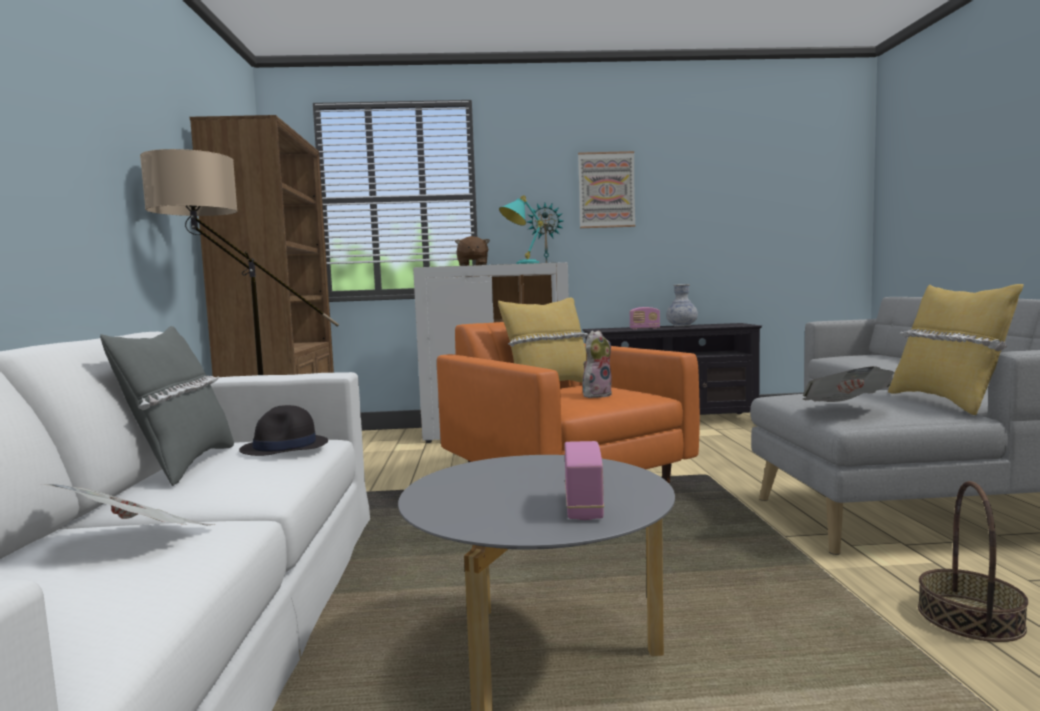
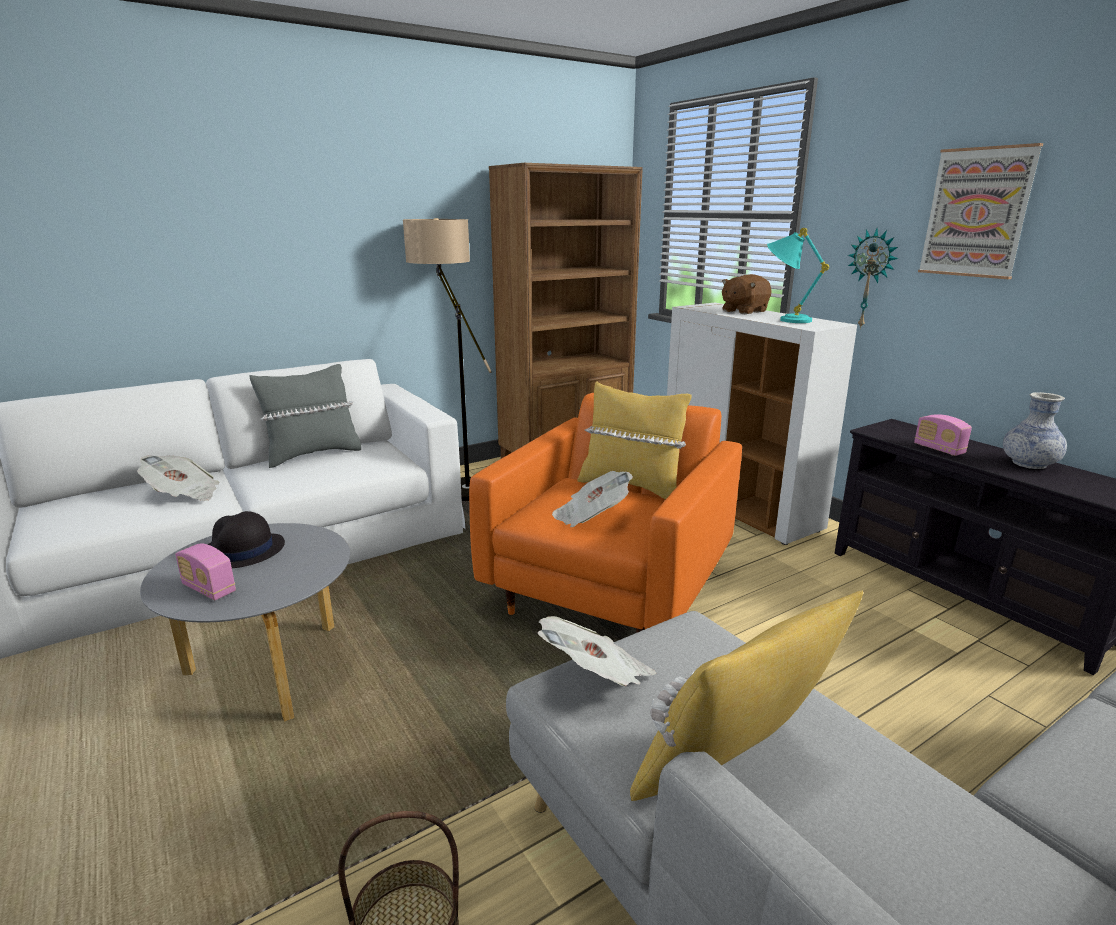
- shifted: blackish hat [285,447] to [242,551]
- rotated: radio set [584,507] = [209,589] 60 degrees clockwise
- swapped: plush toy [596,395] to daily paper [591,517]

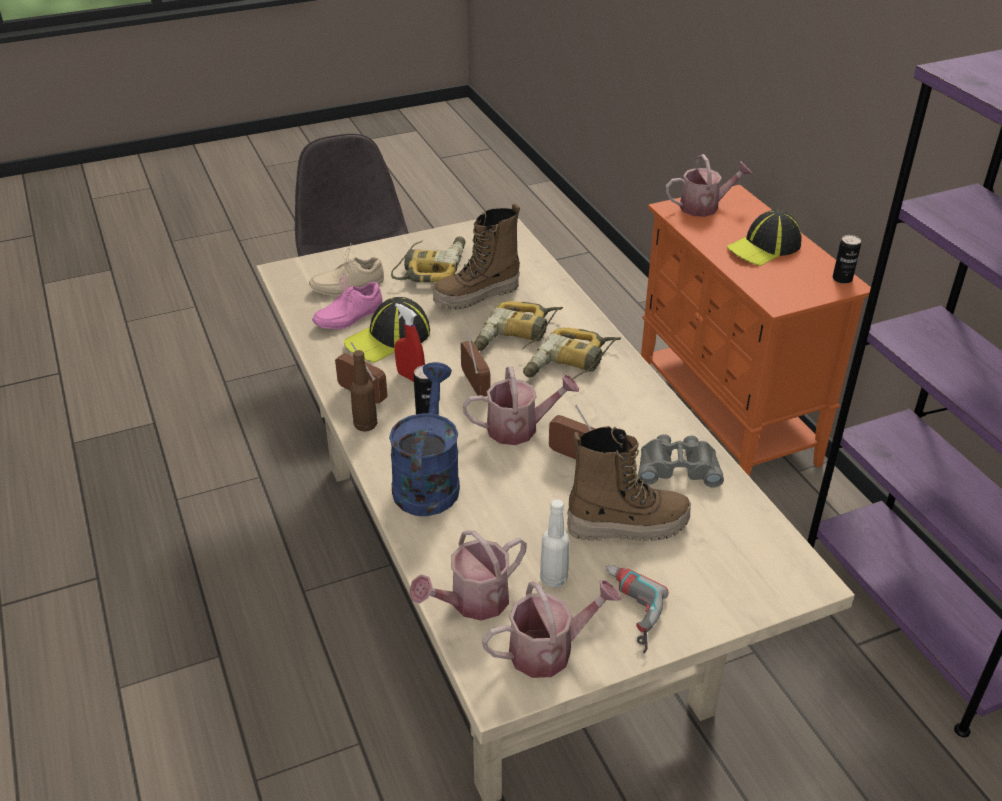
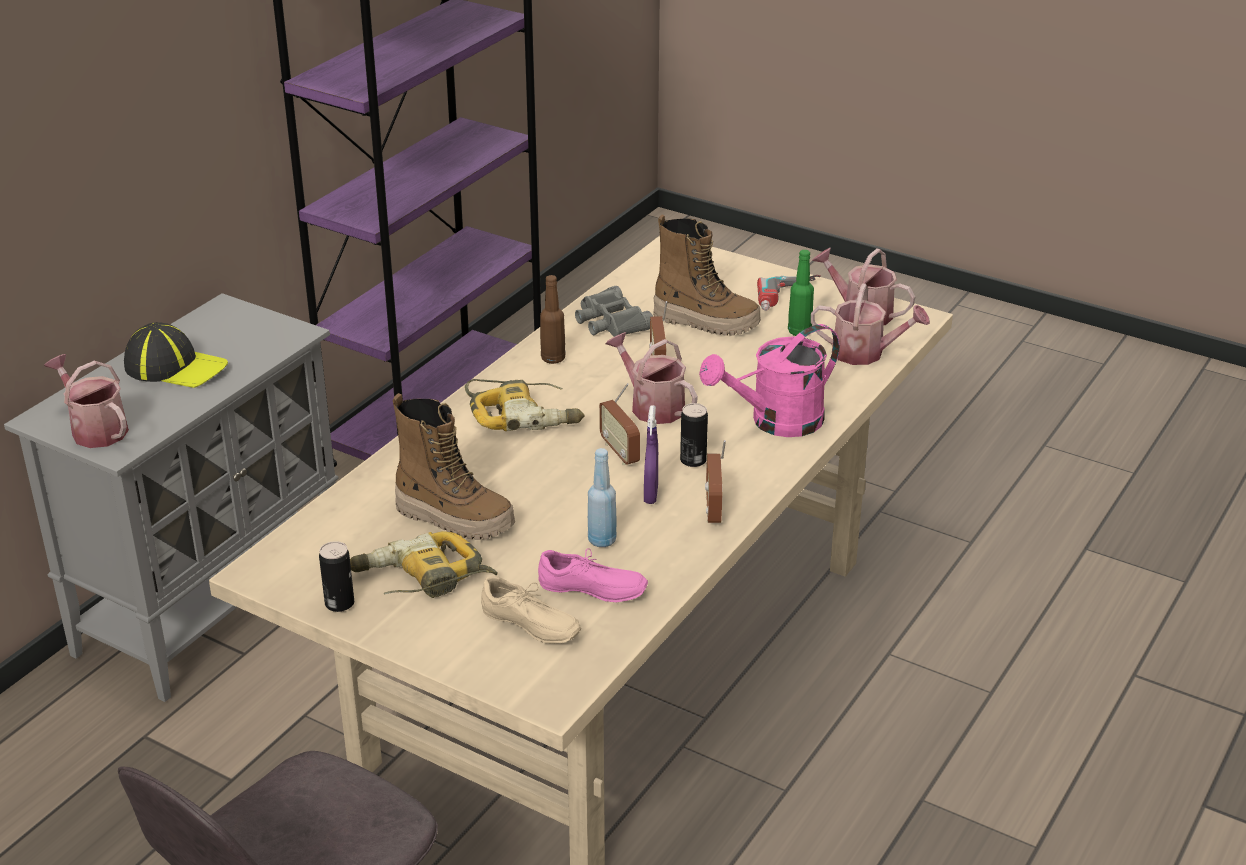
- swapped: baseball cap [388,338] to bluish beverage bottle [602,540]
- shifted: brown-coloured beverage bottle [365,425] to [553,358]
- repainted: bluish sprinkling can [427,480] to pink sprinkling can [775,422]
- repainted: reddish spray bottle [410,377] to purplish spray bottle [650,495]
- rotated: radio set [474,386] = [620,452] 60 degrees counterclockwise
- gone: drill [517,336]
- repainted: whitish beverage bottle [553,578] to greenish beverage bottle [799,332]
- rotated: boot [627,525] = [706,322] 150 degrees clockwise
- repainted: orange storage cabinet [727,419] to gray storage cabinet [213,602]
- shifted: sealed can [842,279] to [339,603]

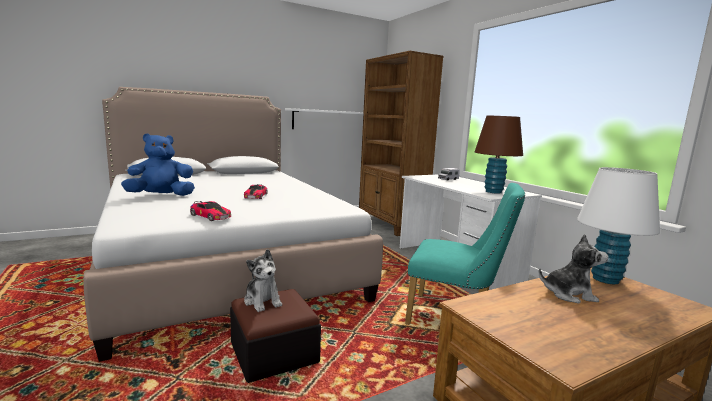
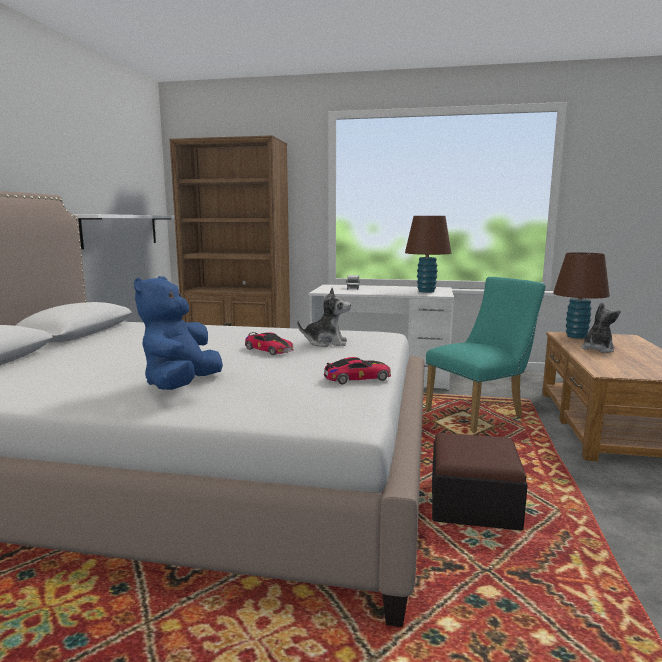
- shifted: plush toy [263,301] to [326,343]
- repainted: whitish lamp for a table [605,279] to brown-coloured lamp for a table [576,336]

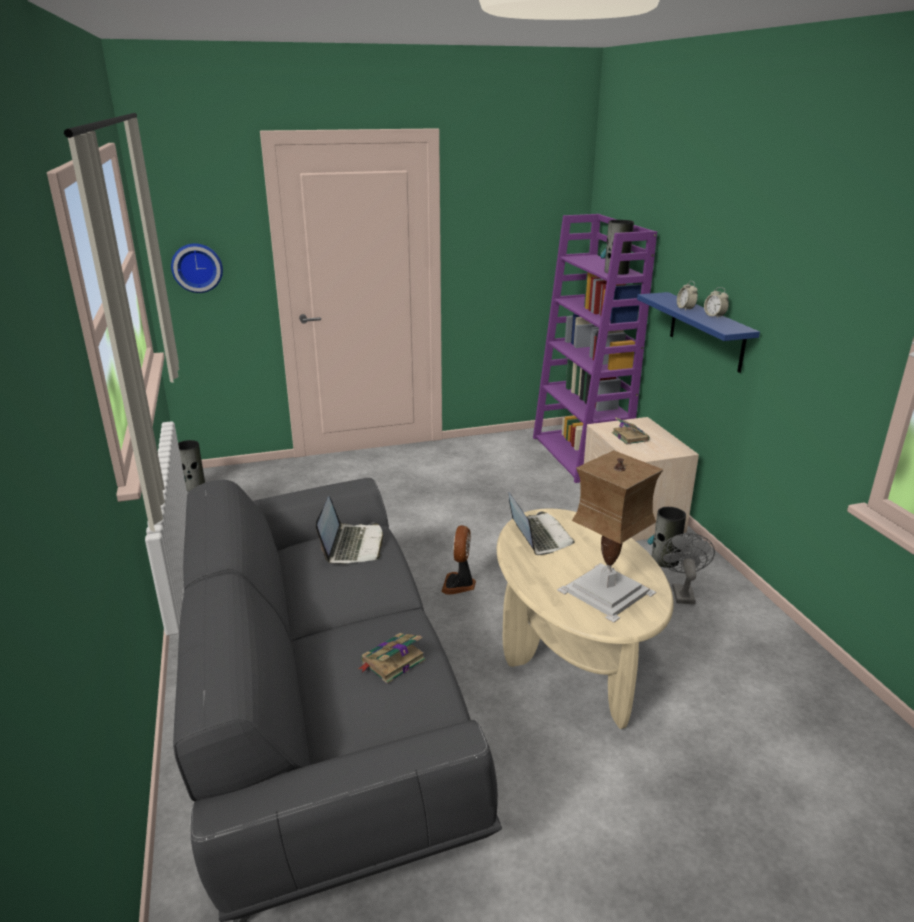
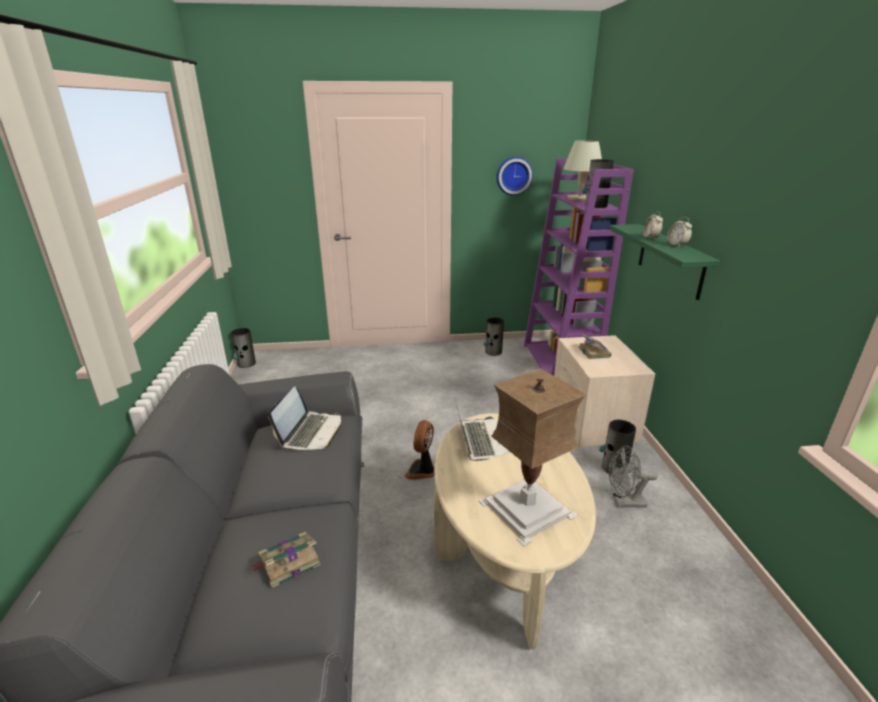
- shifted: hanging clock [197,267] to [513,175]
- repainted: bluish bracket shelf [706,331] to greenish bracket shelf [670,260]
- rotated: gray fan [681,592] = [624,502] 105 degrees counterclockwise
- new: vase [493,352]
- new: sand-coloured lamp for a table [580,198]

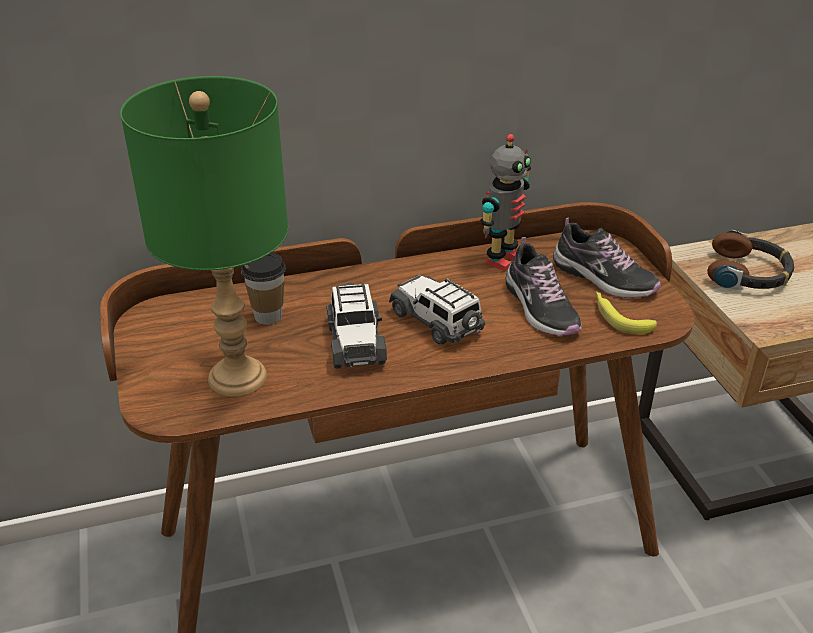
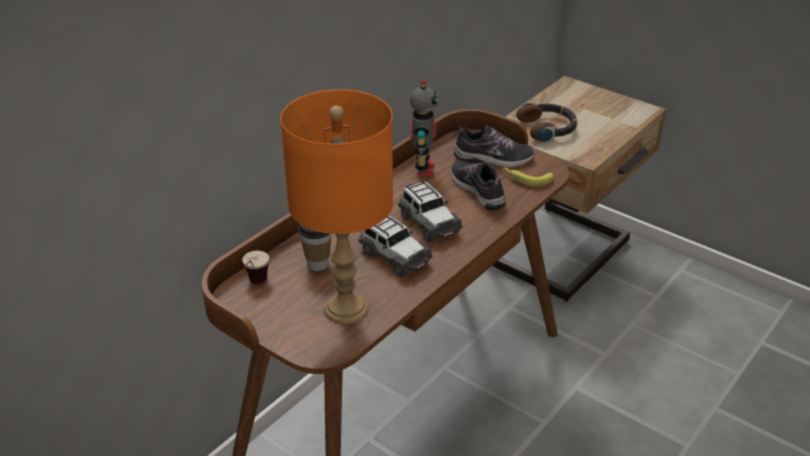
- repainted: greenish lamp for a table [238,376] to orange lamp for a table [345,308]
- rotated: model car [437,322] = [428,223] 135 degrees counterclockwise
- rotated: item of footwear [540,308] = [478,191] 150 degrees counterclockwise
- new: drinking cup [255,285]

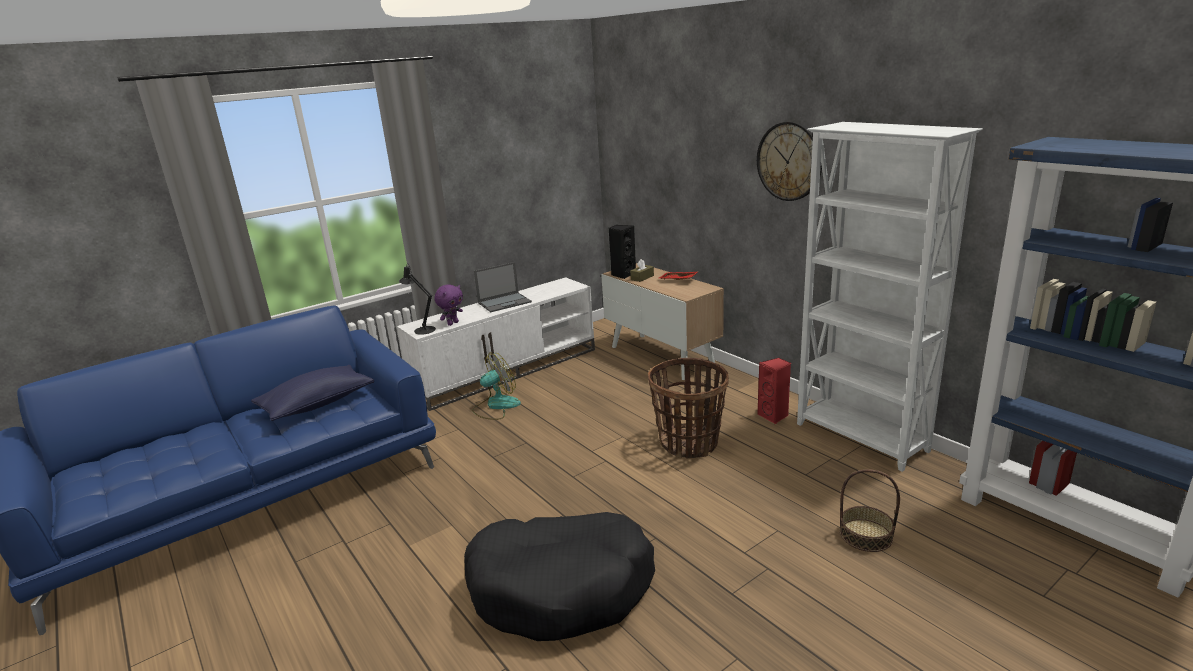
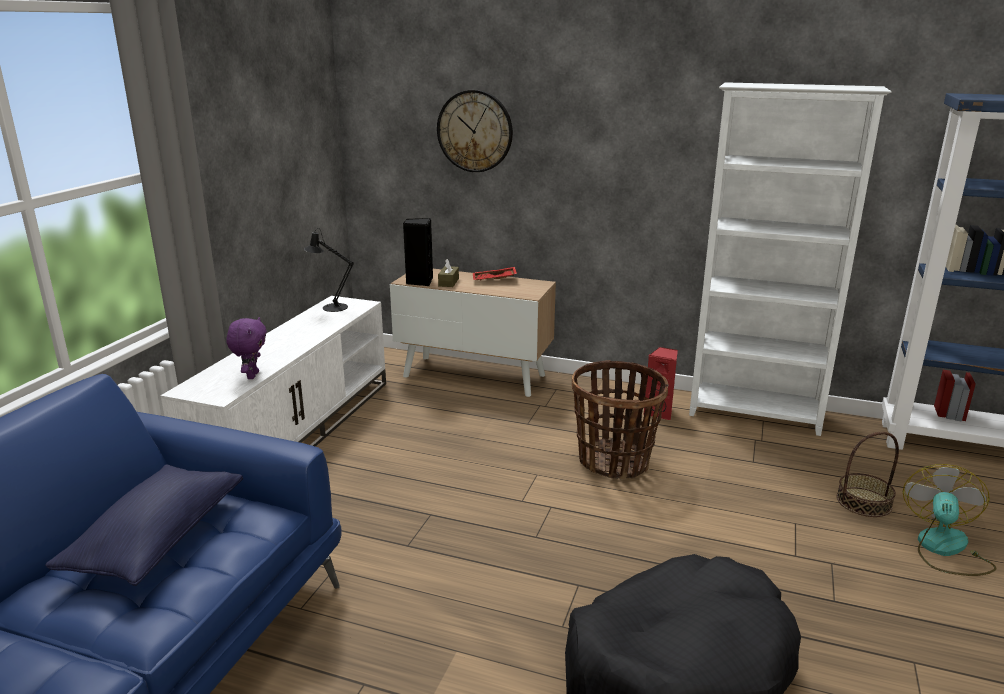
- shifted: blackish lamp for a table [422,329] to [331,307]
- shifted: fan [496,406] to [944,549]
- gone: notebook computer [505,302]
- shifted: hanging clock [789,161] to [475,131]

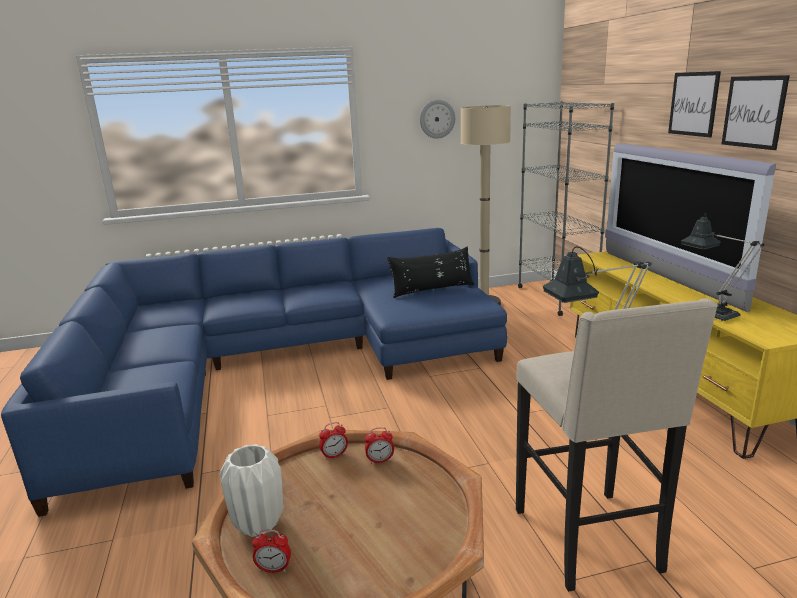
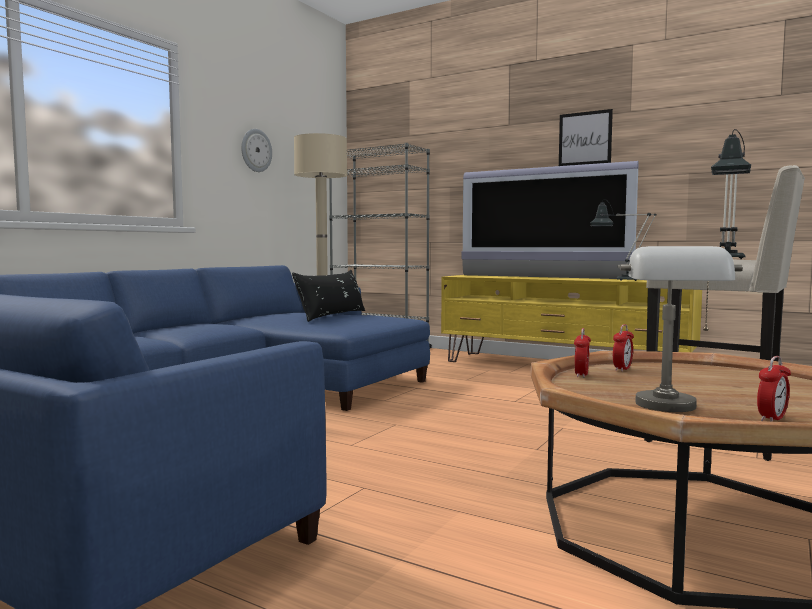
- swapped: whitish vase [259,524] to gray lamp for a table [672,410]
- gone: wall art [693,104]

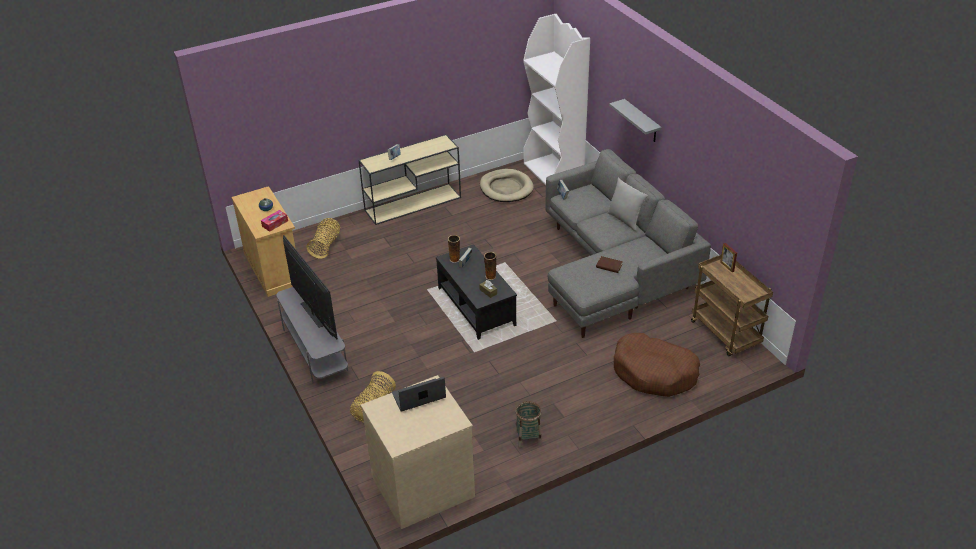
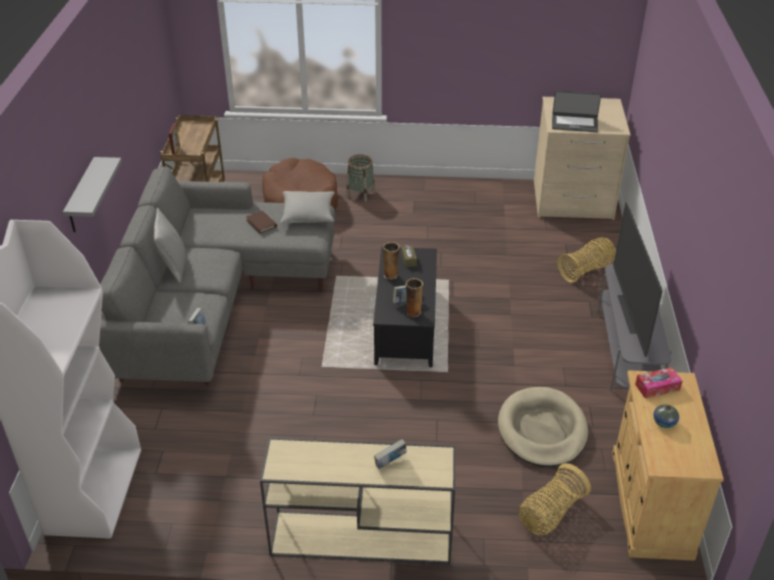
- shifted: sand-coloured pet bed [506,188] to [542,430]
- shifted: storage basket [528,438] to [360,194]
- new: gray throw pillow [308,214]

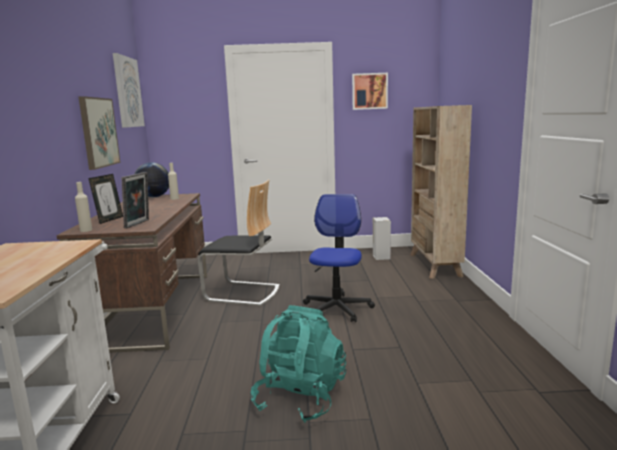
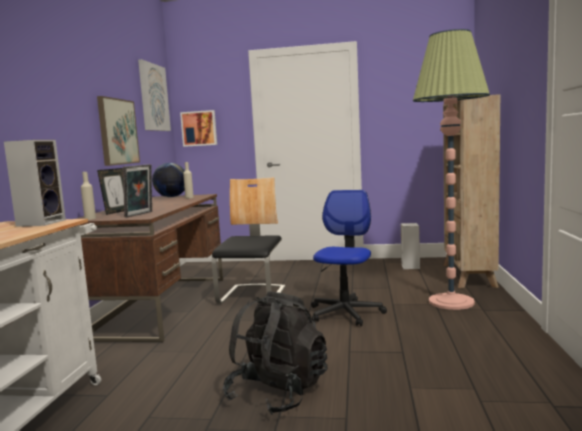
- rotated: upright chair [242,293] = [253,295] 105 degrees counterclockwise
- repainted: turquoise-coloured backpack [300,397] to blackish backpack [278,393]
- shifted: wall art [369,91] to [199,128]
- new: loudspeaker [41,222]
- new: floor lamp [451,302]

